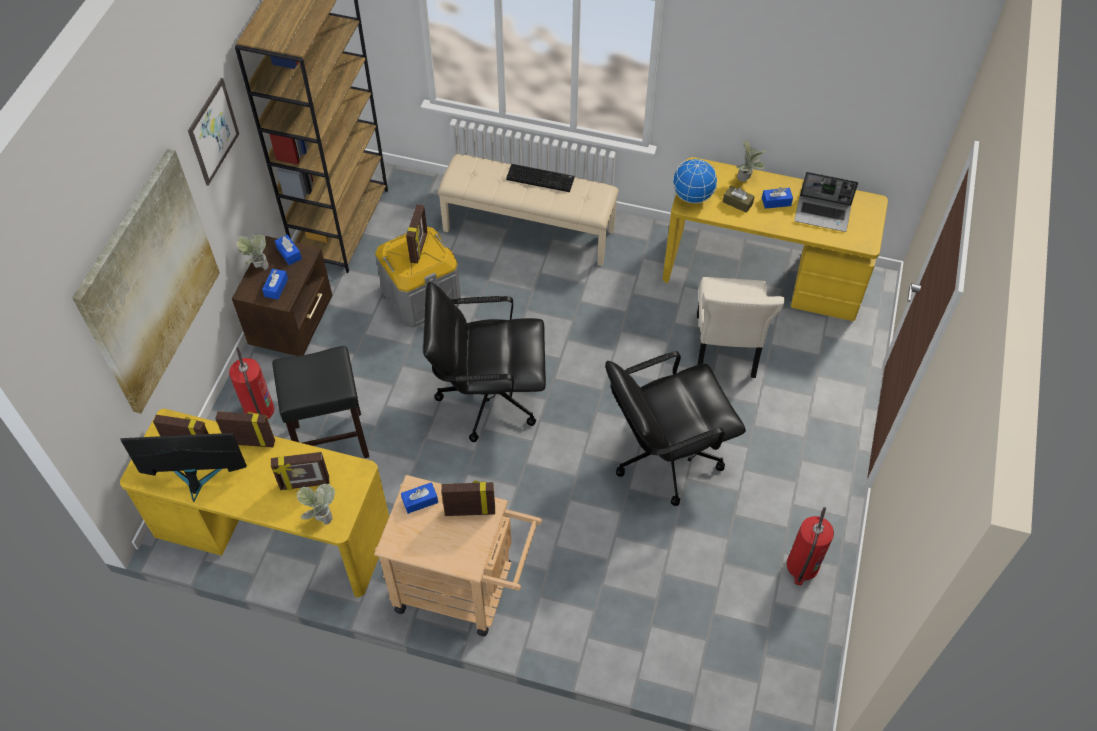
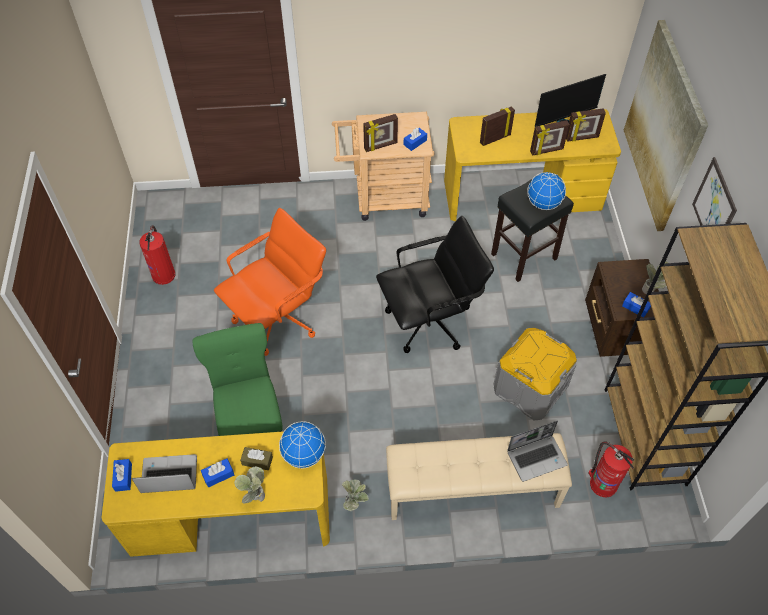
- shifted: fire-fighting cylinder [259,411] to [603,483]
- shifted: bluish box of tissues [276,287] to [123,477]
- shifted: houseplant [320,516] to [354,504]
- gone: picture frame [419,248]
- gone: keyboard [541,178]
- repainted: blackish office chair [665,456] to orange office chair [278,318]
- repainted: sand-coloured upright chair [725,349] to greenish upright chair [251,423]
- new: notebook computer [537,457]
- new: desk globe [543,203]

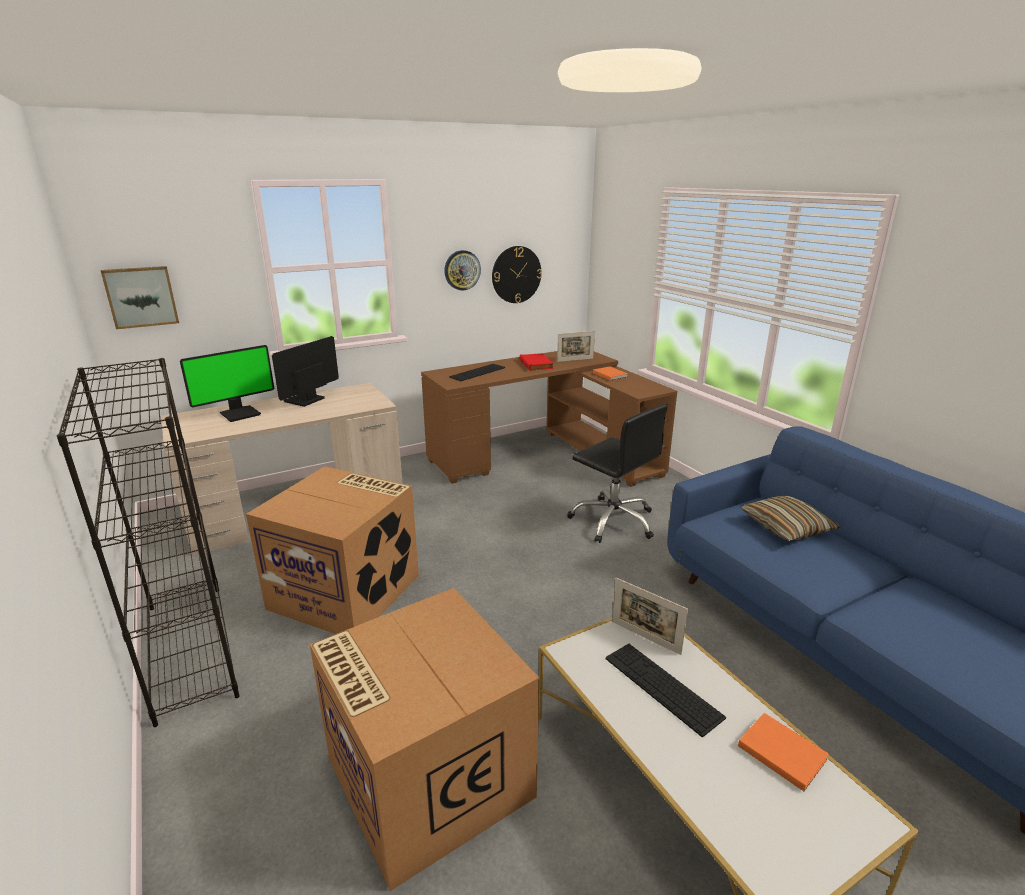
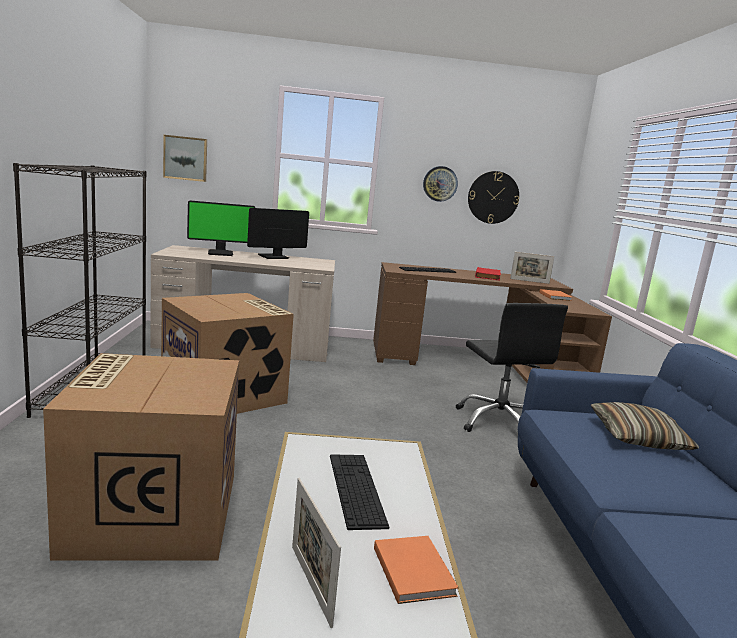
- shifted: picture frame [645,637] to [310,584]

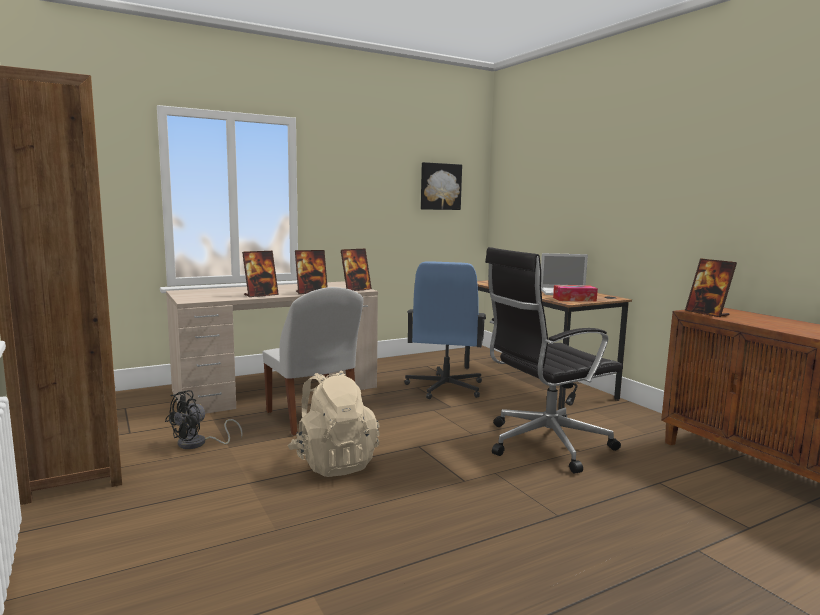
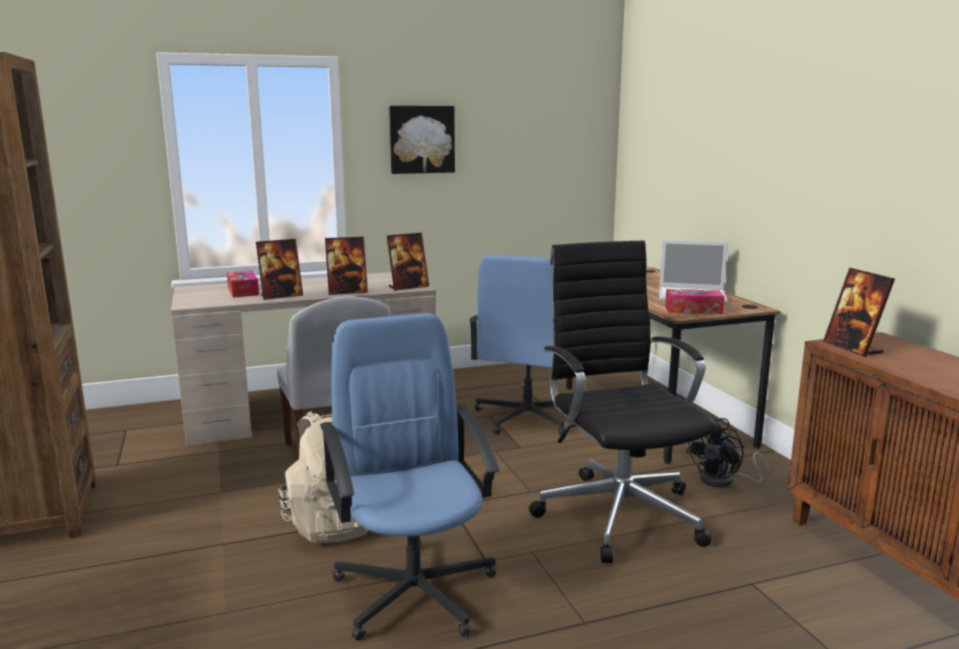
- shifted: blackish fan [198,444] to [724,481]
- shifted: wall art [440,186] to [421,139]
- rotated: blackish office chair [544,444] = [618,512] 90 degrees clockwise
- new: box of tissues [243,291]
- new: bluish office chair [414,590]

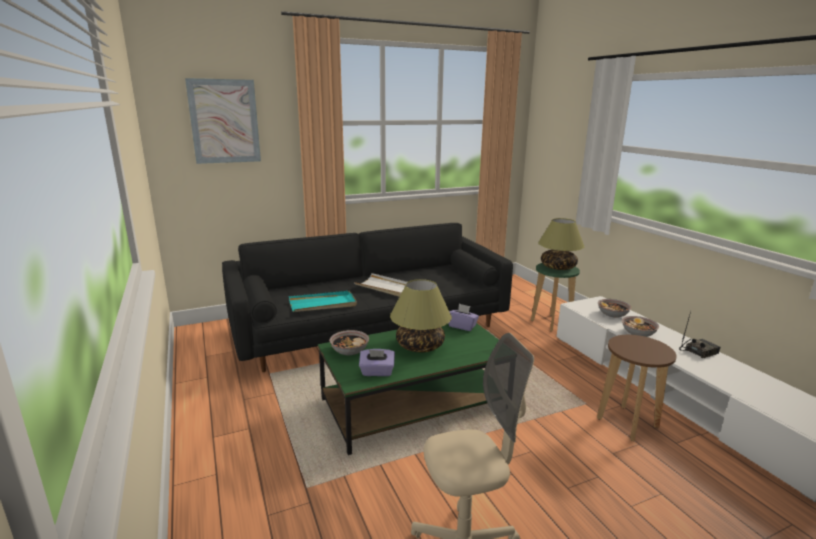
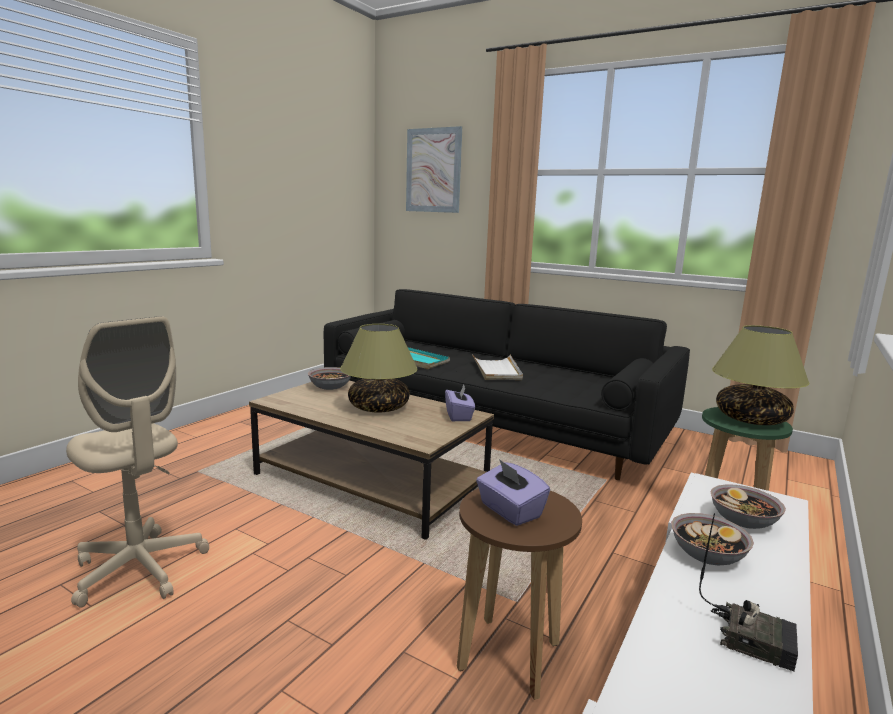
- repainted: greenish low table [416,403] to brown-coloured low table [371,481]
- shifted: purplish box of tissues [377,372] to [509,511]

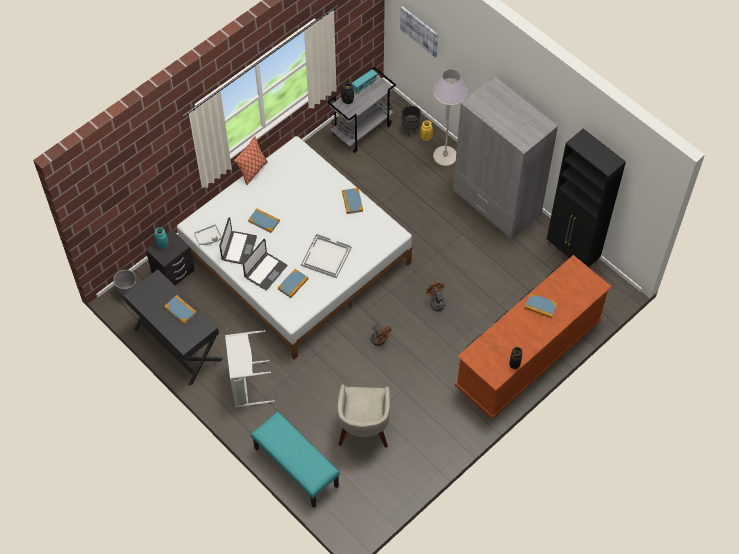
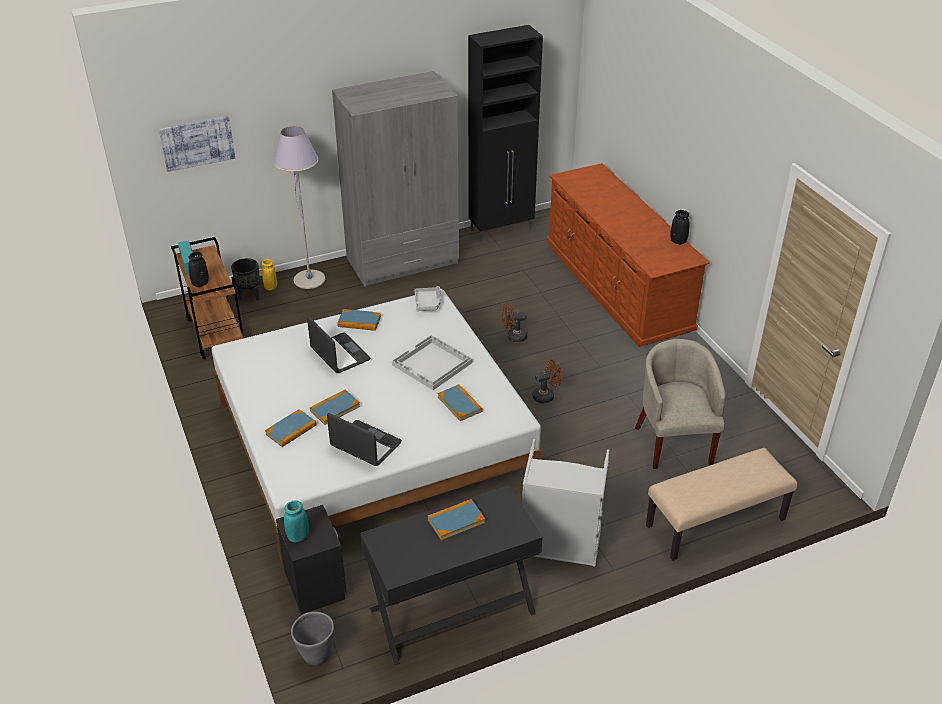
- shifted: gray carrying tray [208,237] to [428,303]
- gone: throw pillow [252,171]
- shifted: notebook computer [265,271] to [339,354]
- repainted: turquoise-coloured indoor bench [295,467] to sand-coloured indoor bench [715,523]
- repainted: gray wheeled cart [362,129] to brown-coloured wheeled cart [215,333]
- rotated: sand-coloured easy chair [363,429] = [674,442] 120 degrees counterclockwise
- shifted: volume [540,306] to [291,430]

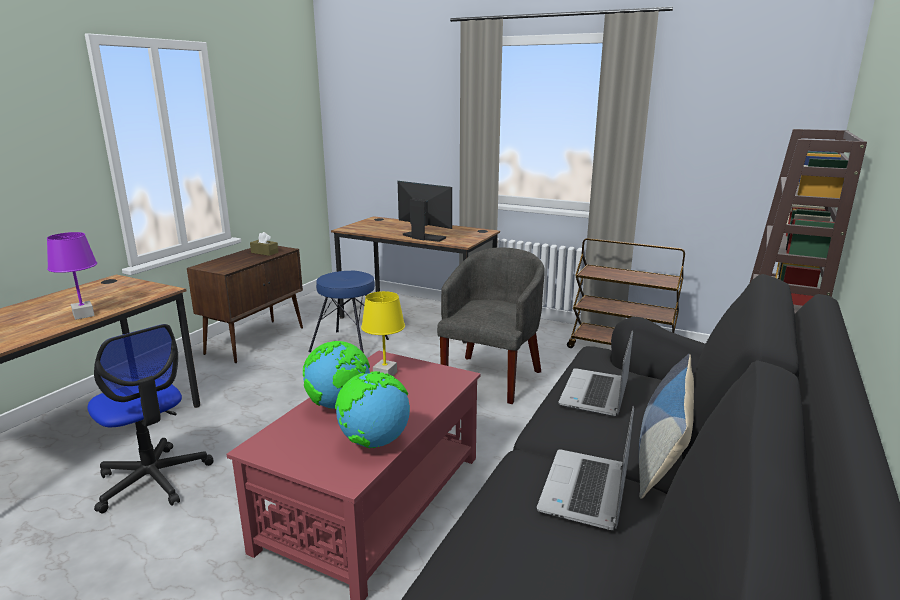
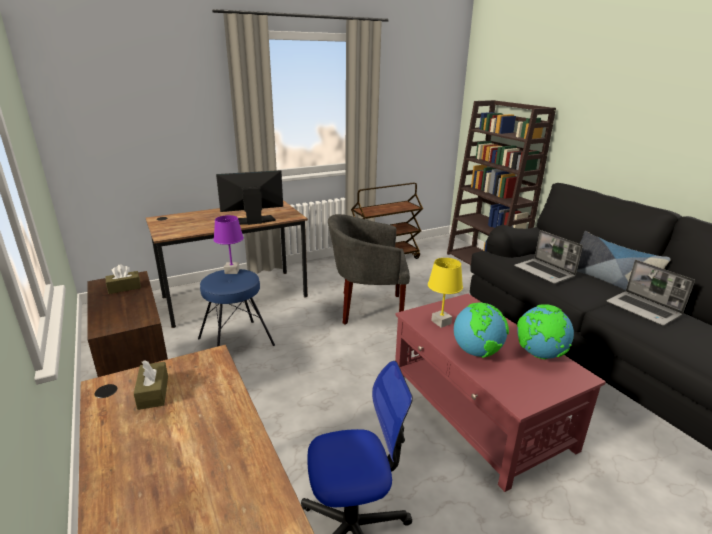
- shifted: purplish lamp for a table [84,315] to [232,271]
- rotated: gray easy chair [492,377] = [368,307] 60 degrees counterclockwise
- new: brown-coloured box of tissues [153,392]

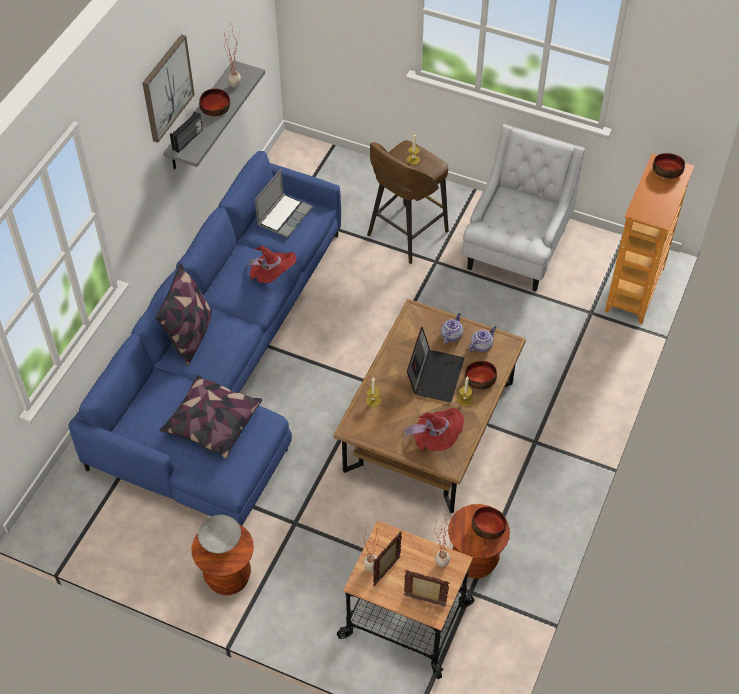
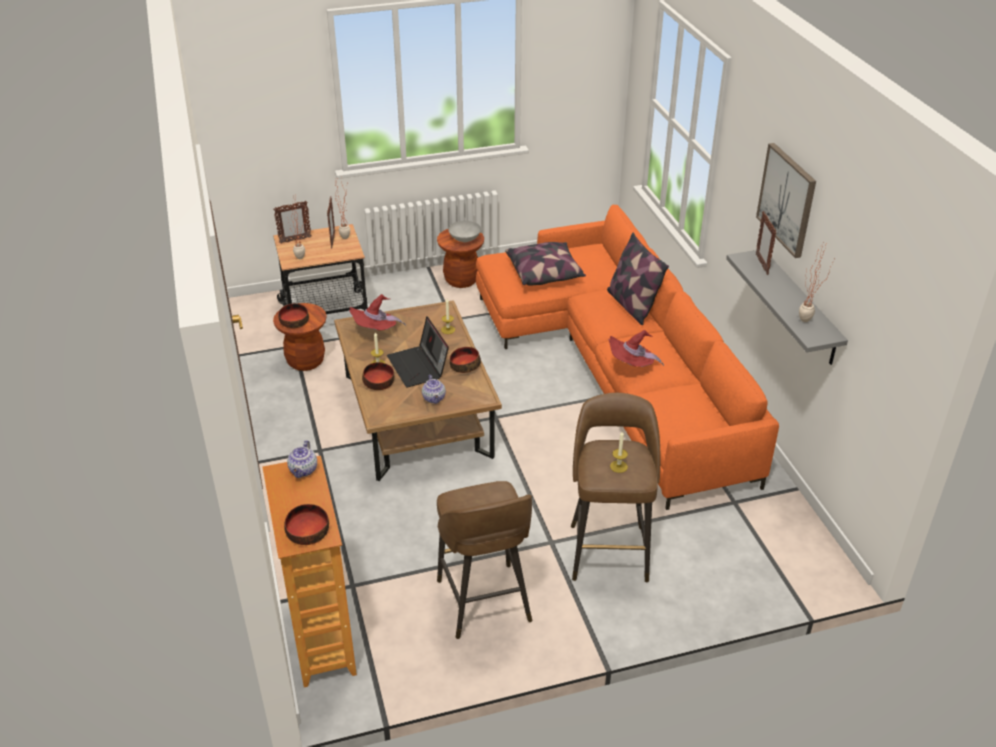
- repainted: bluish settee [224,366] to orange settee [616,368]
- swapped: radio set [188,140] to picture frame [761,264]
- shifted: serving bowl [215,108] to [465,365]
- gone: notebook computer [284,216]
- swapped: whitish easy chair [516,251] to brown-coloured stool [484,603]
- shifted: pot for tea [481,345] to [303,470]

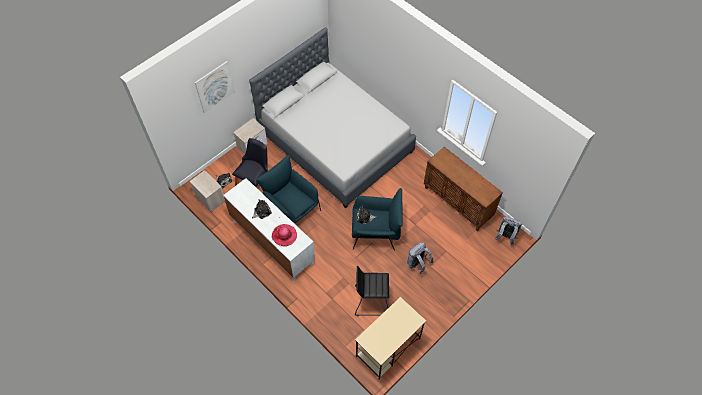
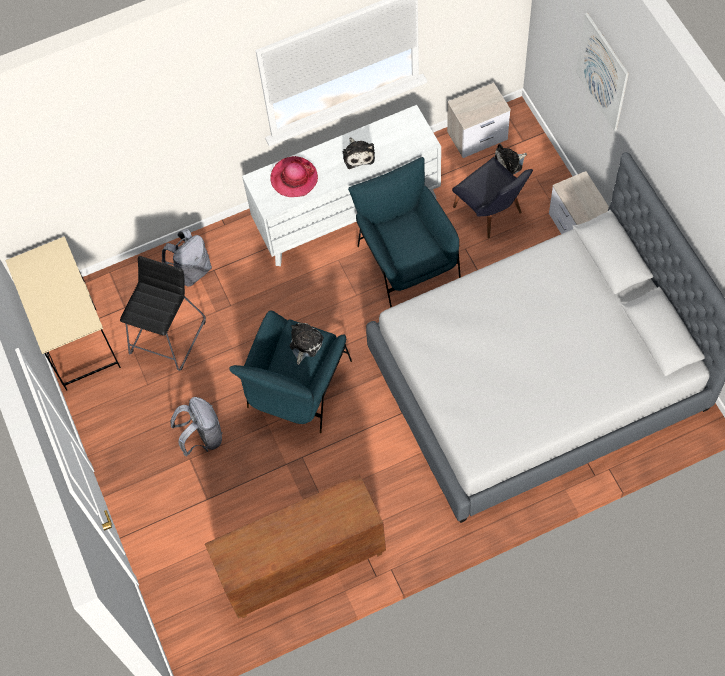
- rotated: bluish easy chair [291,208] = [407,260] 90 degrees counterclockwise
- shifted: gray backpack [505,237] to [192,271]

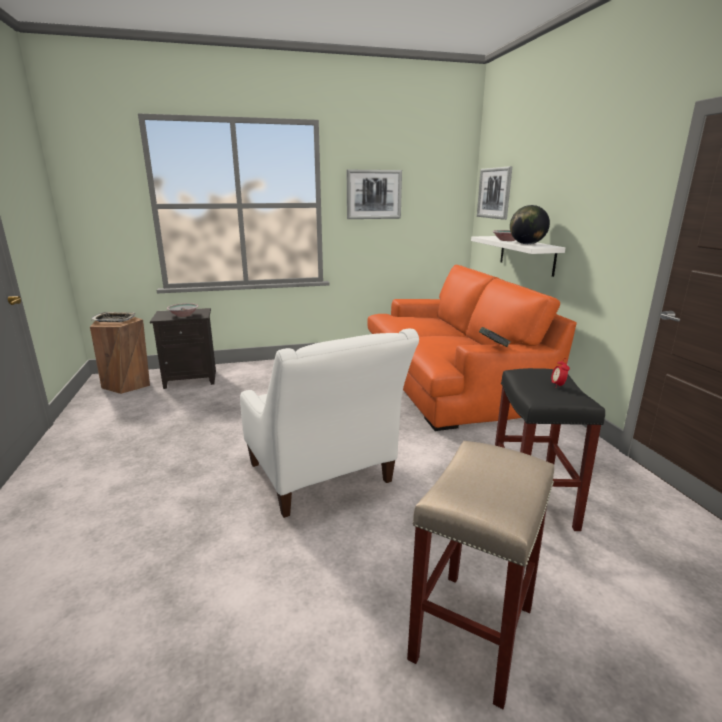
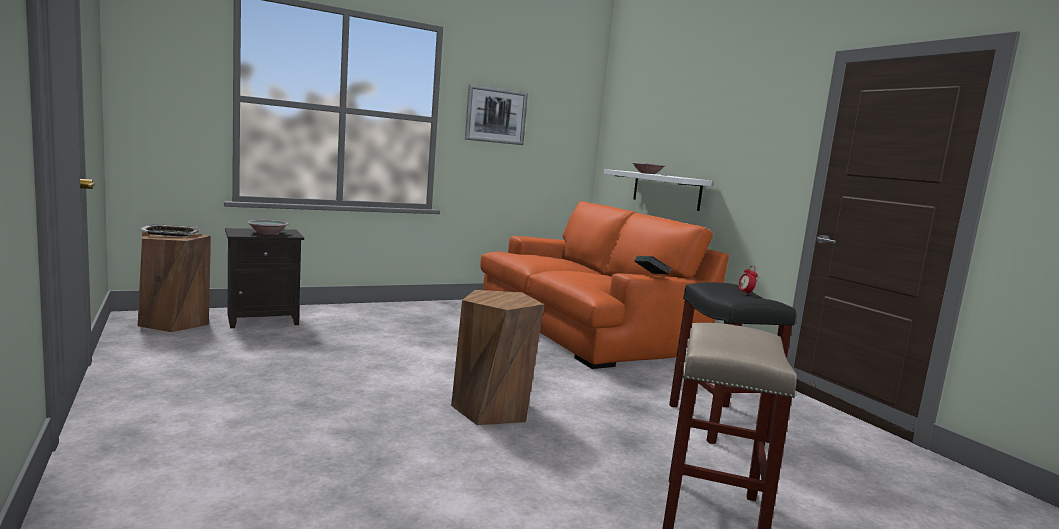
- swapped: whitish easy chair [323,478] to brown-coloured stool [492,409]
- gone: wall art [494,193]
- gone: desk globe [527,244]

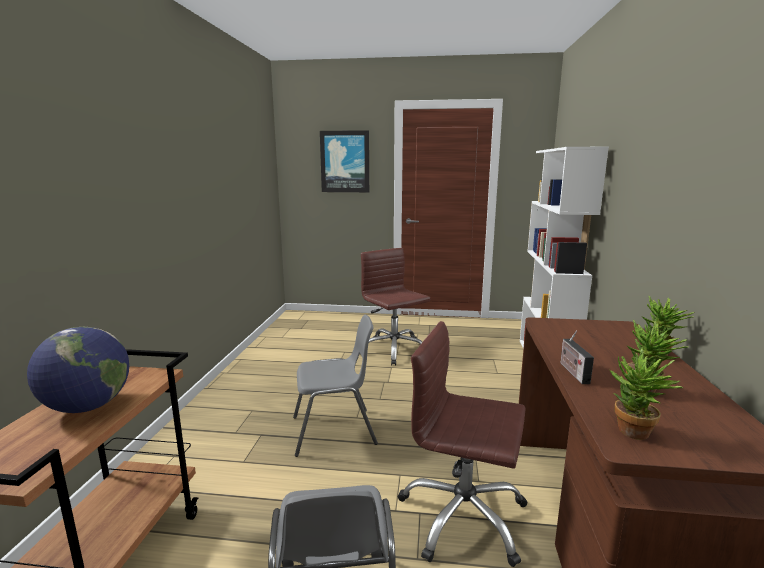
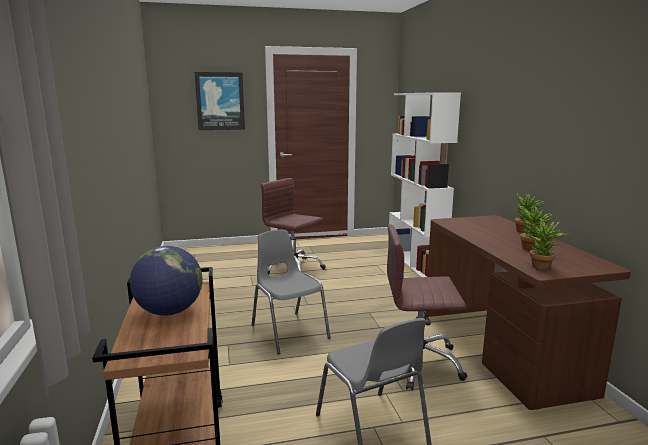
- rotated: gray upright chair [335,431] = [288,331] 90 degrees counterclockwise
- gone: radio set [572,372]

